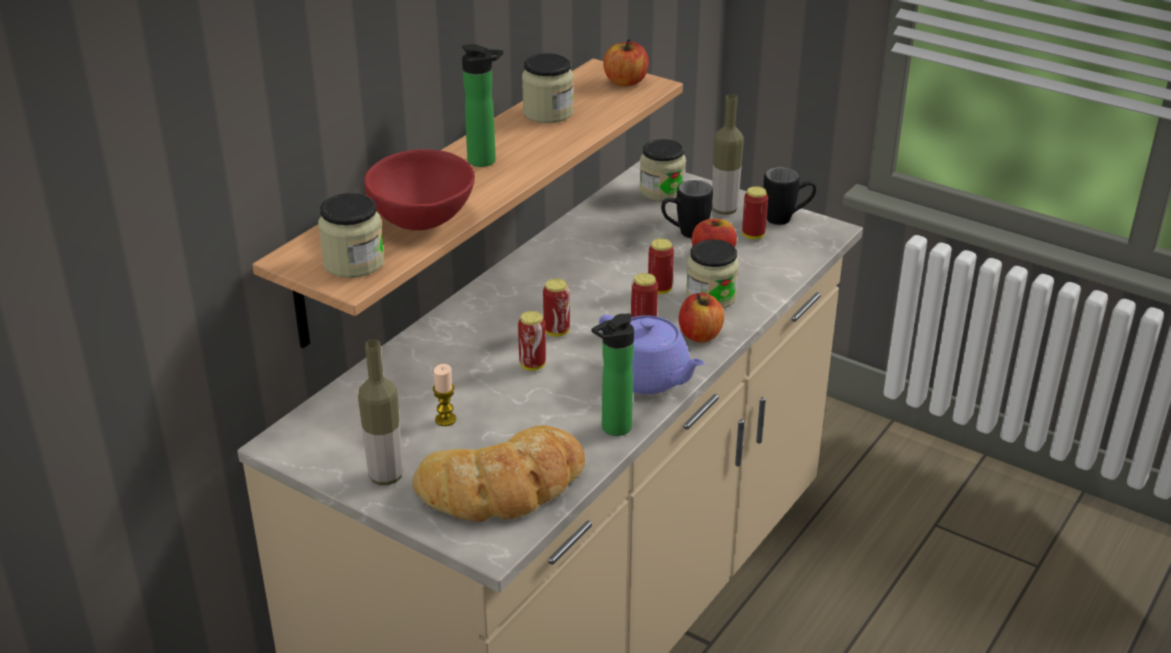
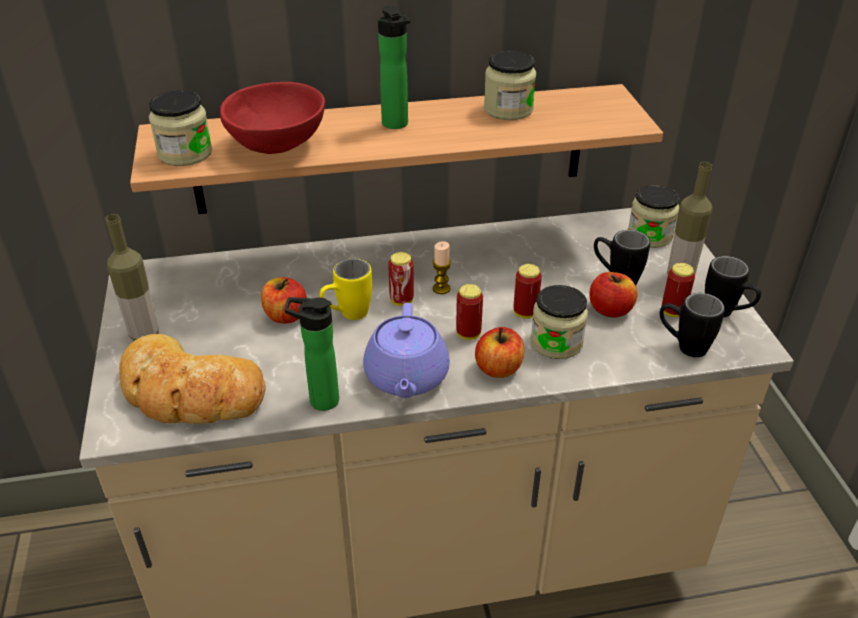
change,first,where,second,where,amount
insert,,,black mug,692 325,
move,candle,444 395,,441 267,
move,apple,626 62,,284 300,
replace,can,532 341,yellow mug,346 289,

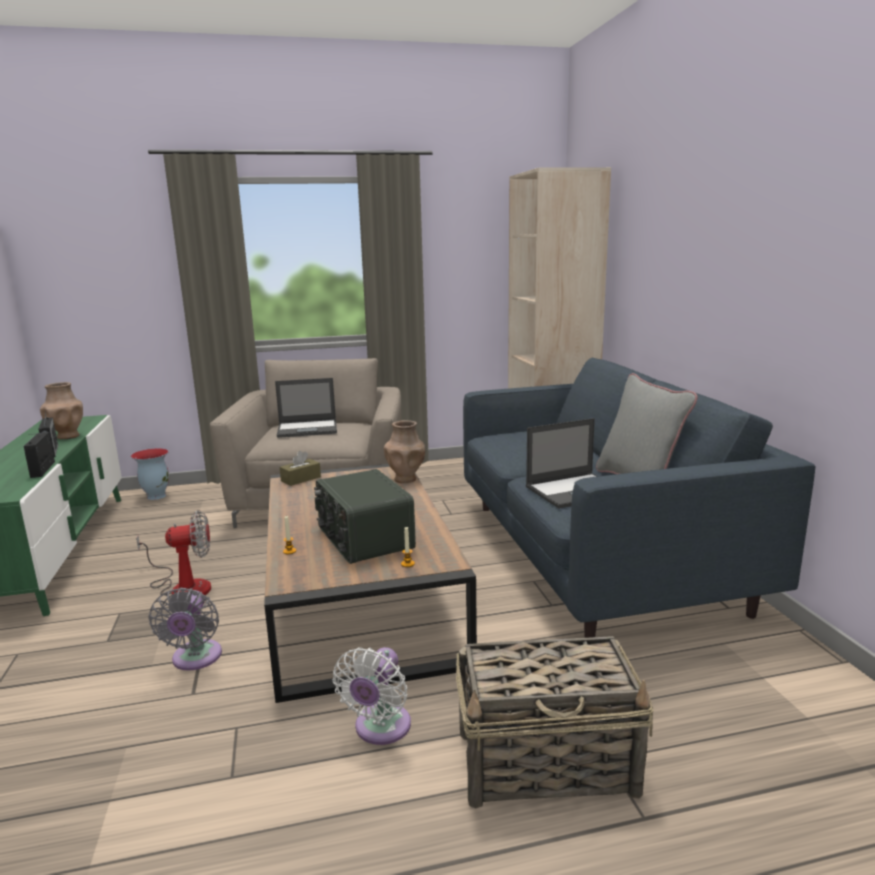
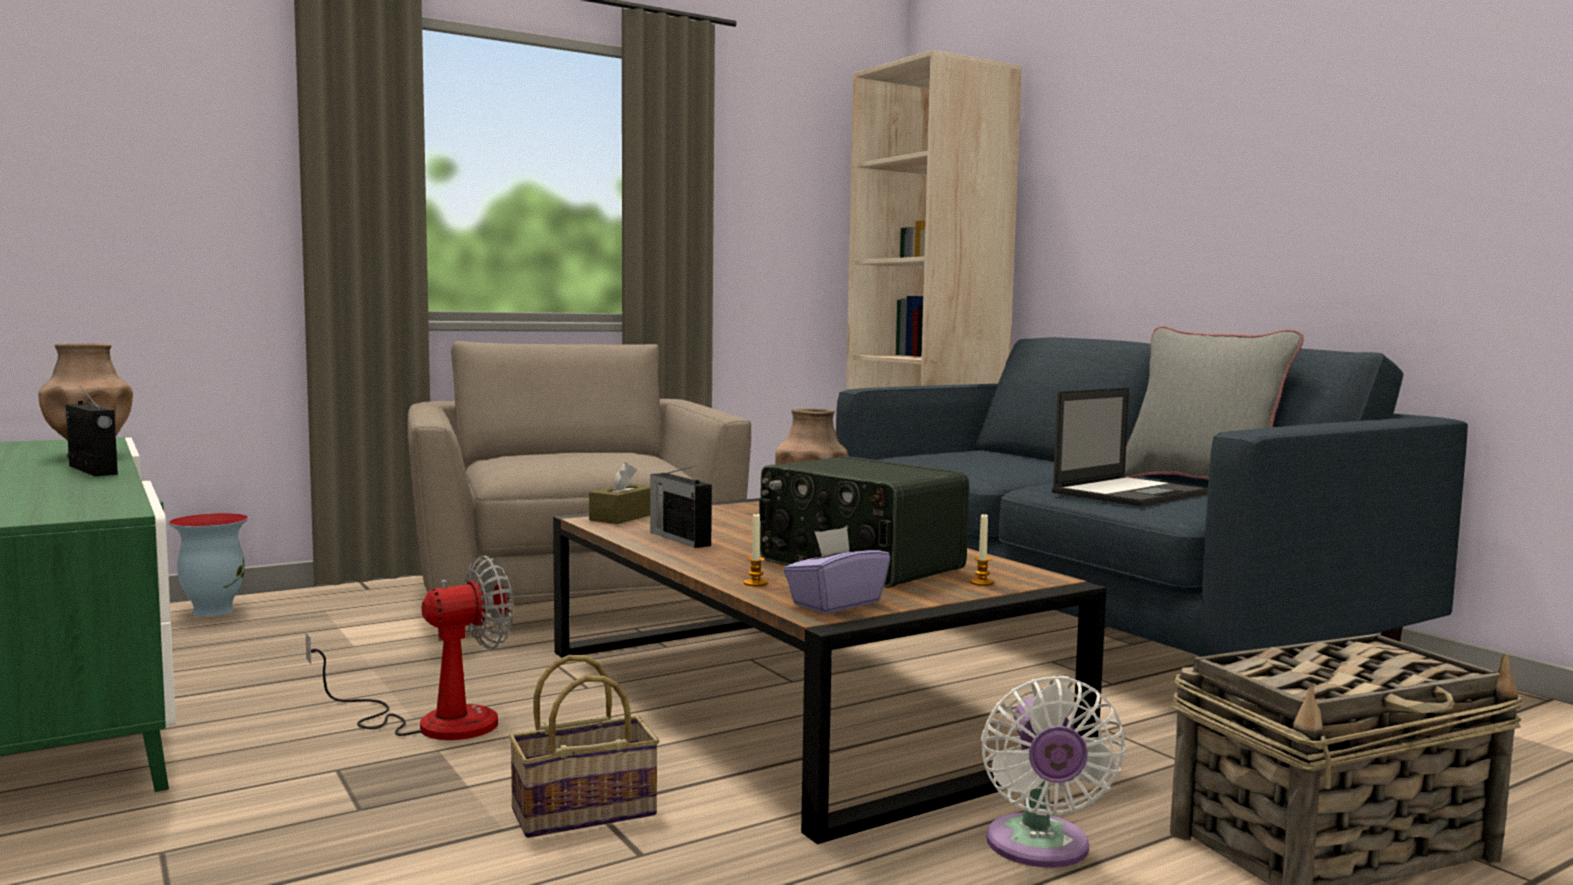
change,first,where,second,where,amount
delete,laptop,306 408,,,
insert,,,purple tissue box,836 570,
move,radio,39 455,,681 506,
replace,grey fan,185 629,basket,584 746,

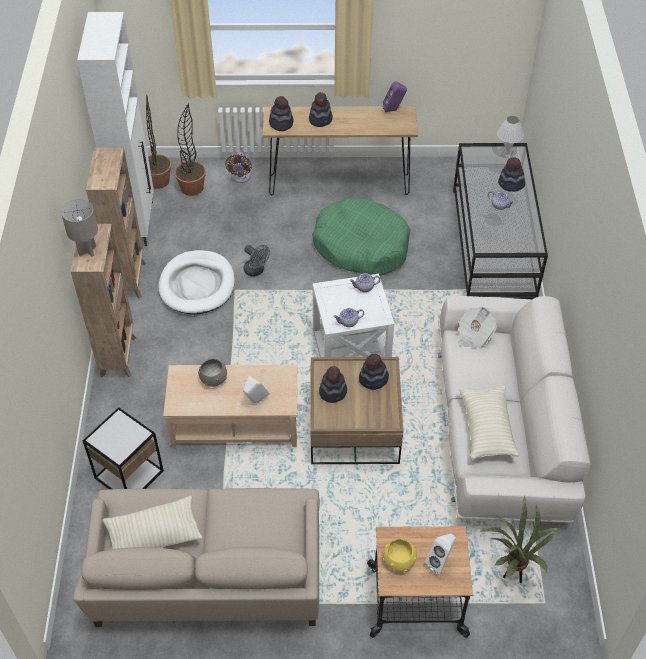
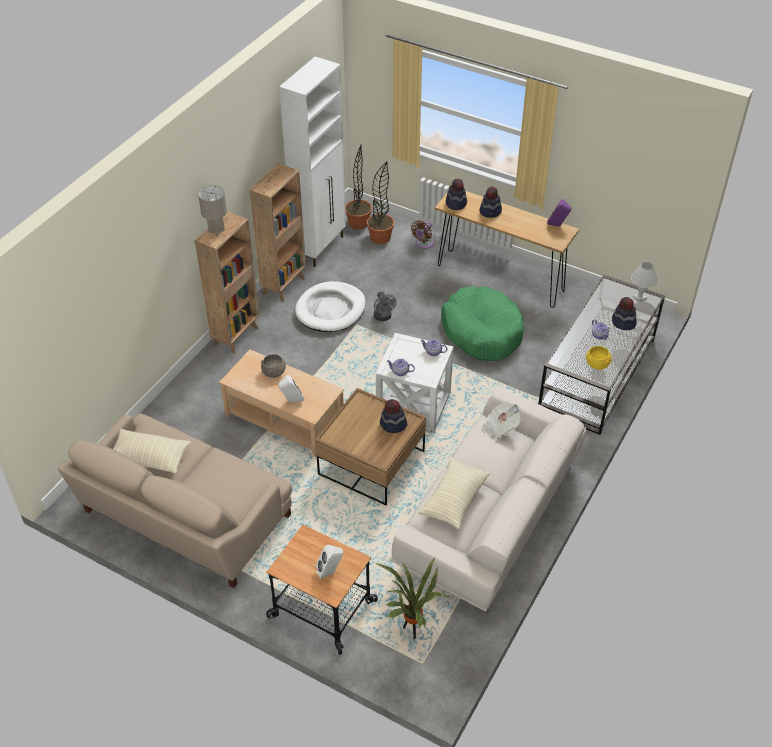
change,first,where,second,where,amount
delete,side table,123 448,,,
delete,hat,333 384,,,
move,yellow bowl,400 555,,599 358,

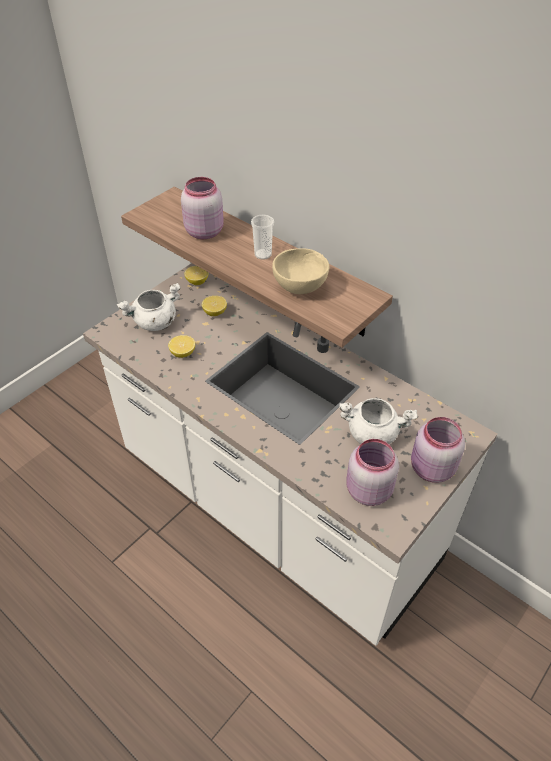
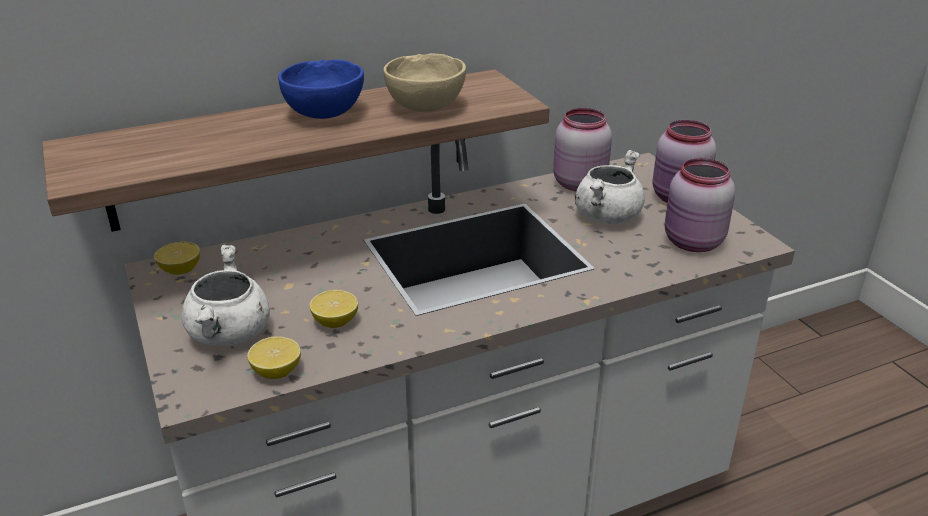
change,first,where,second,where,amount
move,pink jar,202 208,,582 149,
move,lemon,214 306,,274 357,
replace,cup,262 237,blue bowl,321 89,

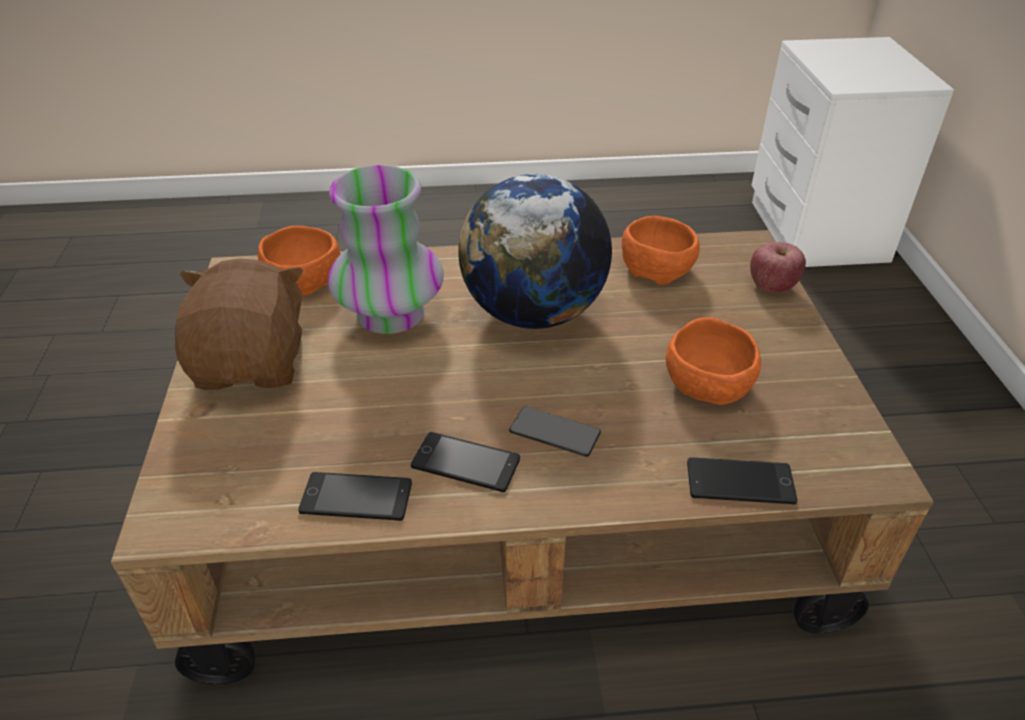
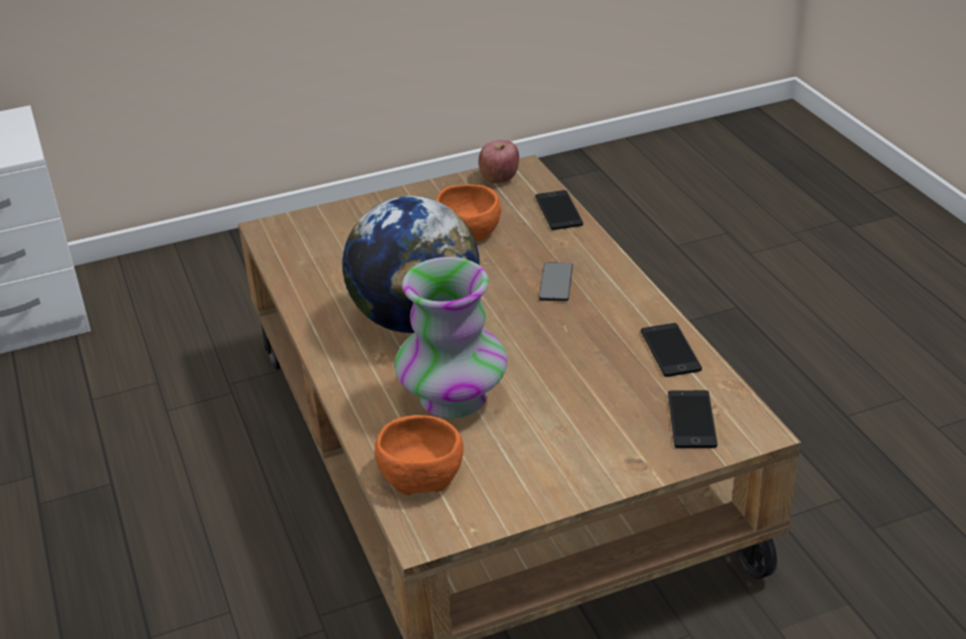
change,first,where,second,where,amount
delete,brown plush toy,239 324,,,
delete,orange bowl,661 250,,,
move,phone,465 462,,692 419,
move,apple,778 267,,499 162,

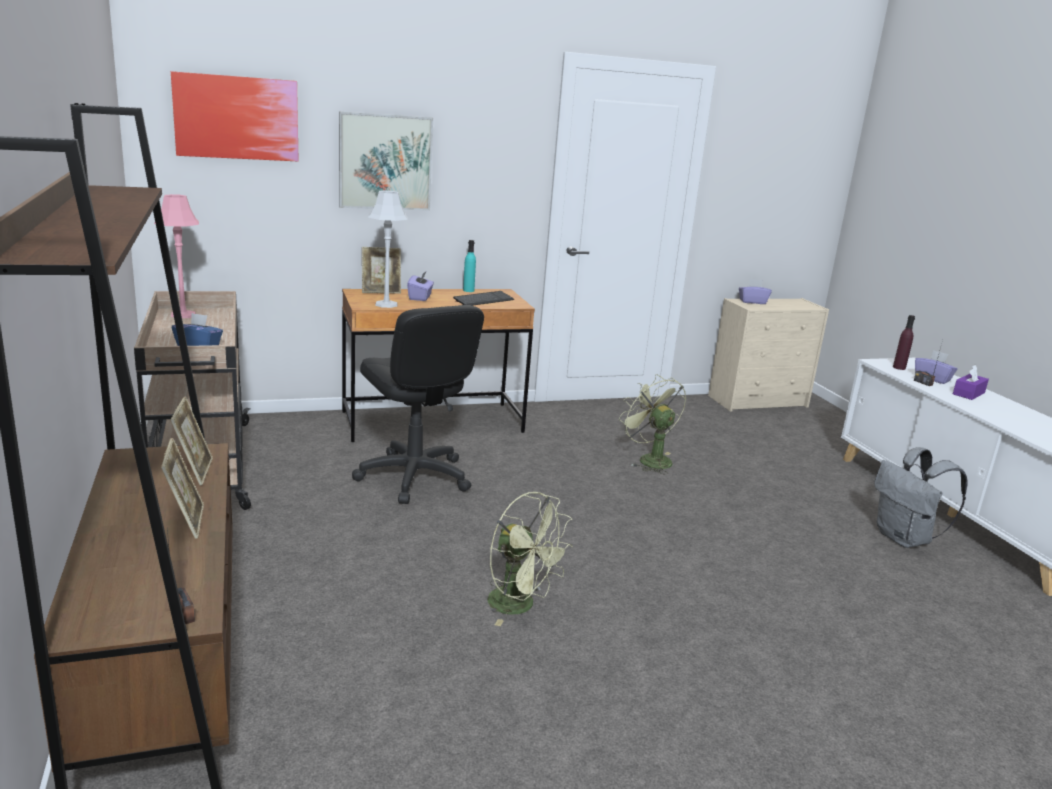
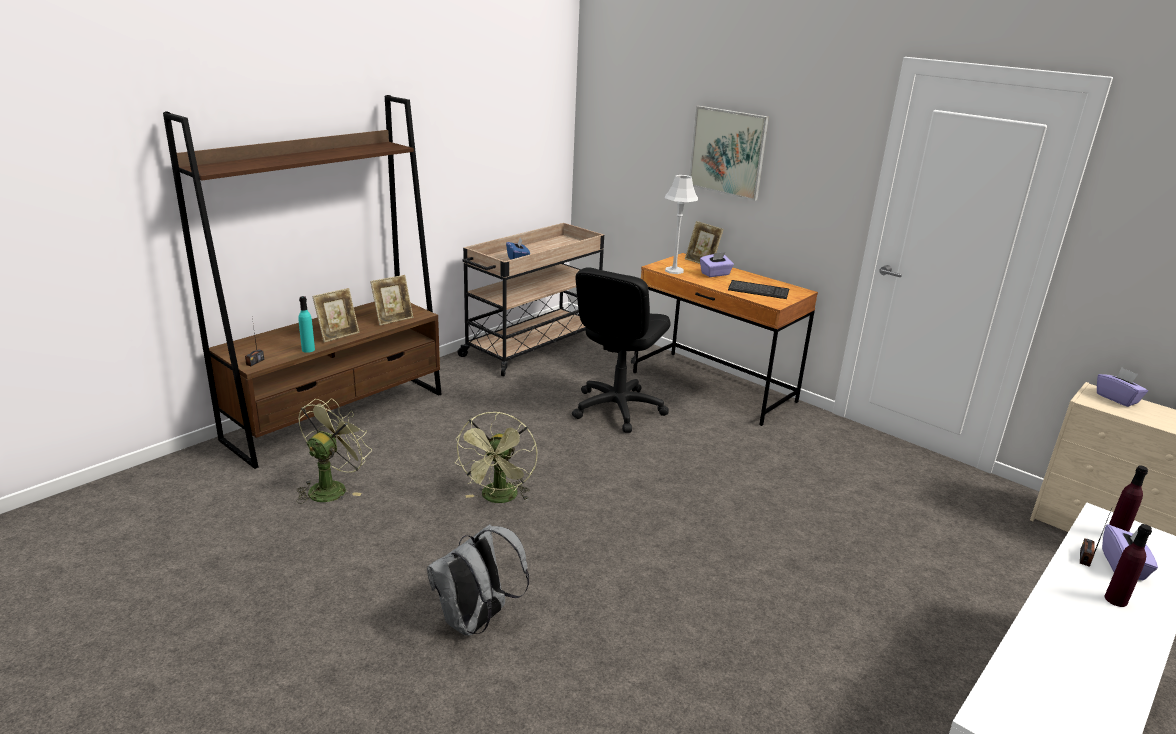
change,first,where,second,where,amount
delete,pink table lamp,176 256,,,
delete,picture,235 116,,,
move,turquoise bottle,469 266,,306 324,
move,green fan,652 424,,334 451,
move,grey backpack,921 497,,478 580,
replace,purple tissue box,971 382,purple bottle,1128 565,

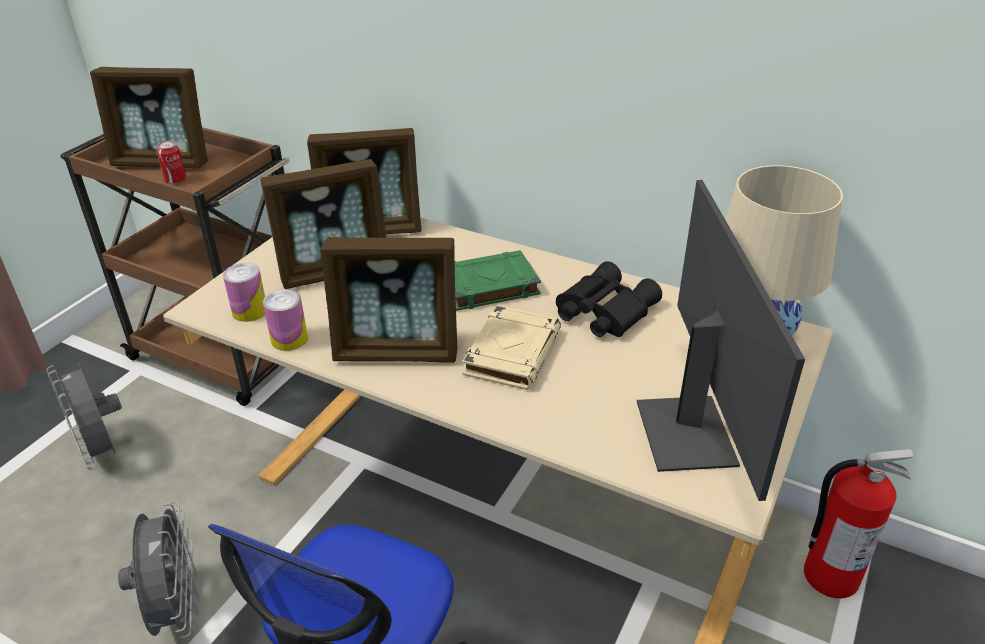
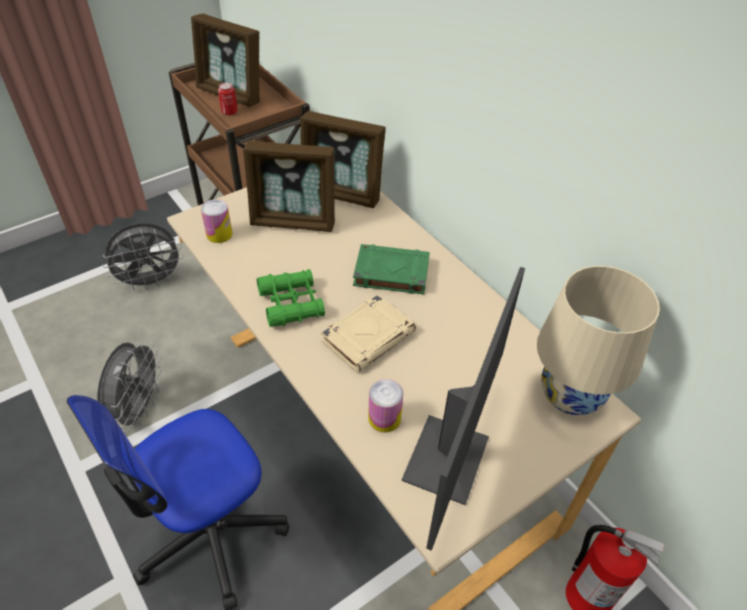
change,first,where,second,where,amount
delete,black binoculars,609 299,,,
move,can,285 320,,385 406,
replace,picture frame,388 300,green binoculars,291 298,
rotate,grey fan,84 417,,143 257,105 degrees counterclockwise

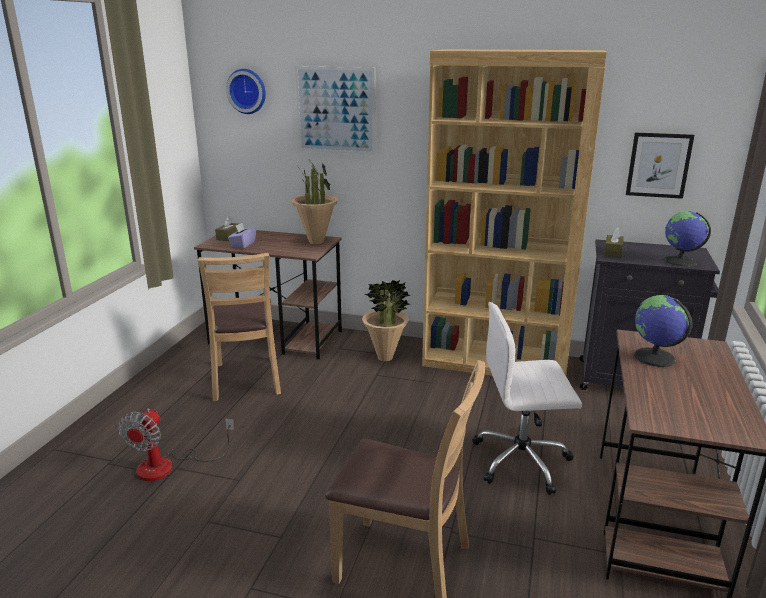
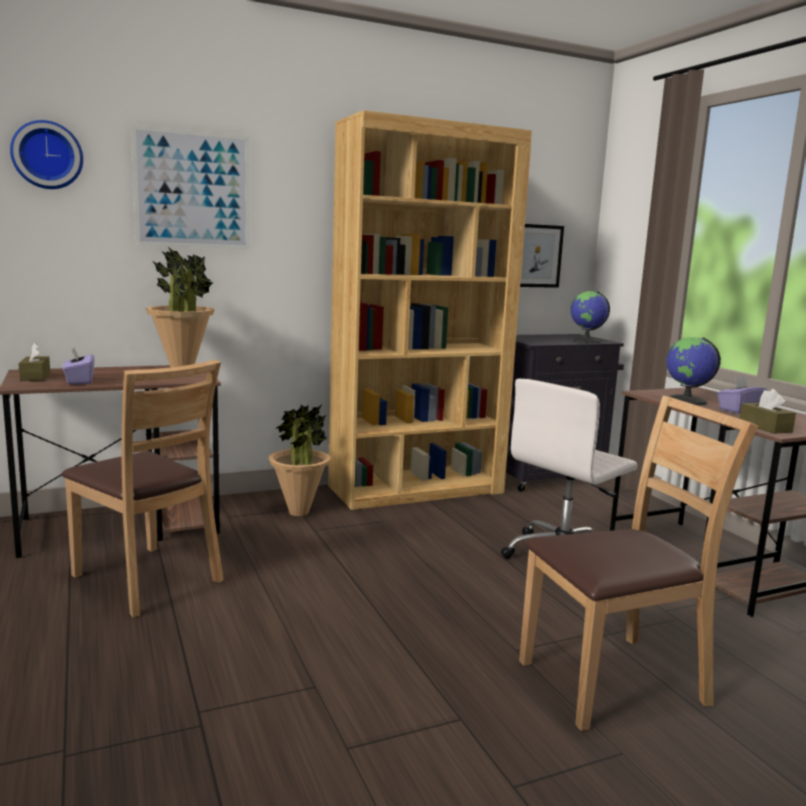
change,first,where,second,where,amount
delete,fan,176 445,,,
insert,,,purple tissue box,742 394,
move,brown tissue box,614 243,,767 411,

